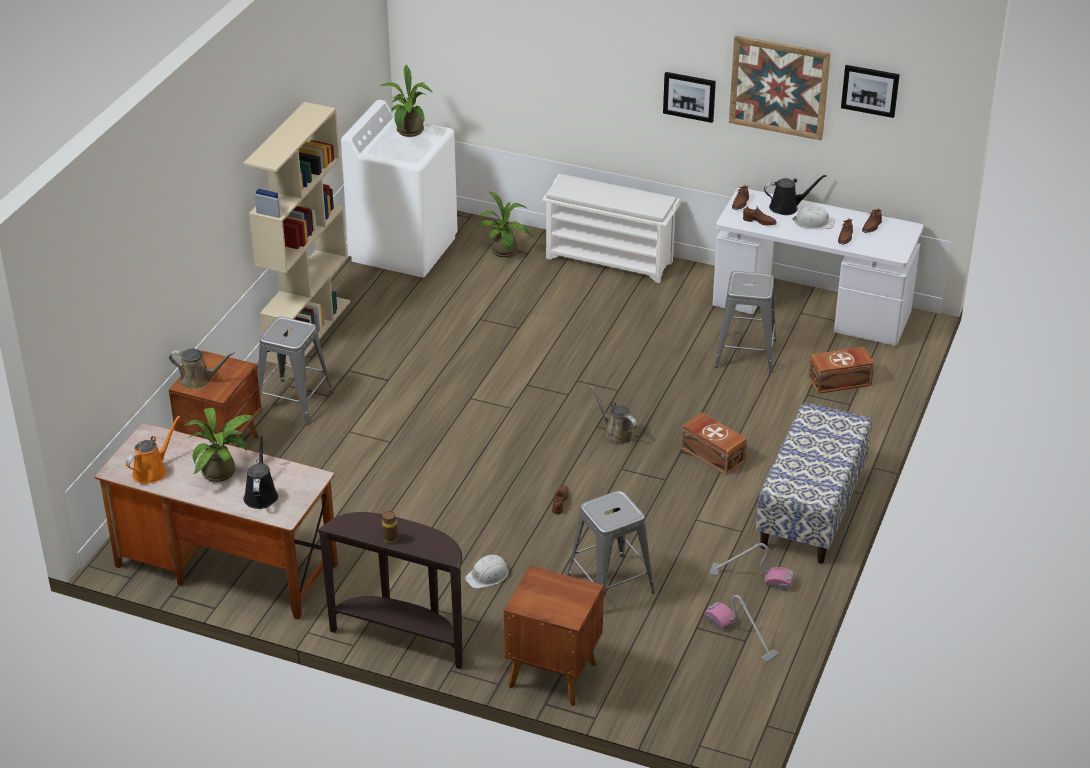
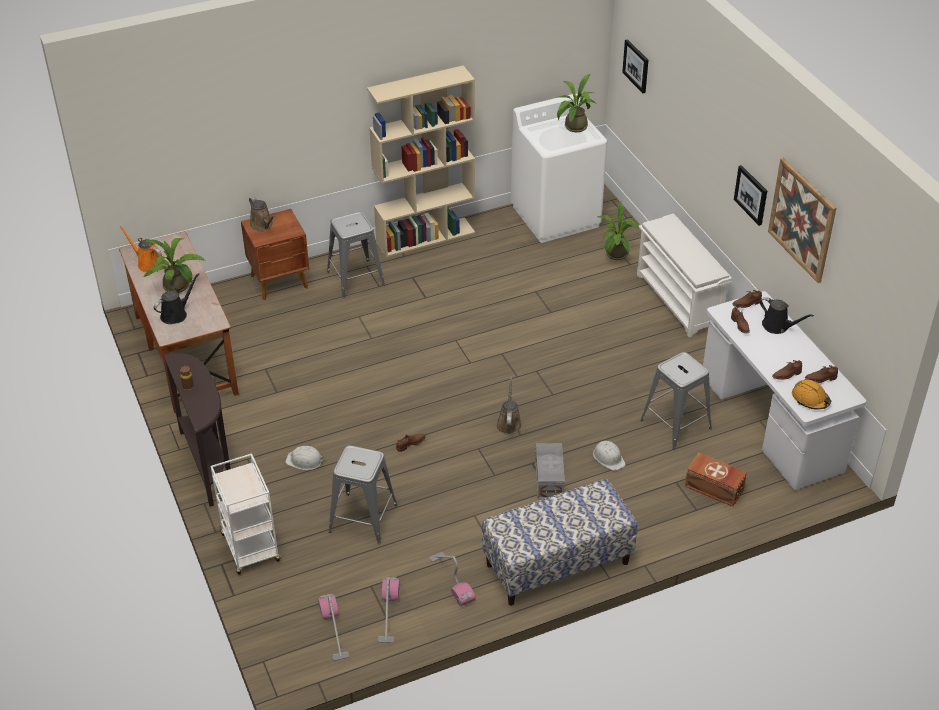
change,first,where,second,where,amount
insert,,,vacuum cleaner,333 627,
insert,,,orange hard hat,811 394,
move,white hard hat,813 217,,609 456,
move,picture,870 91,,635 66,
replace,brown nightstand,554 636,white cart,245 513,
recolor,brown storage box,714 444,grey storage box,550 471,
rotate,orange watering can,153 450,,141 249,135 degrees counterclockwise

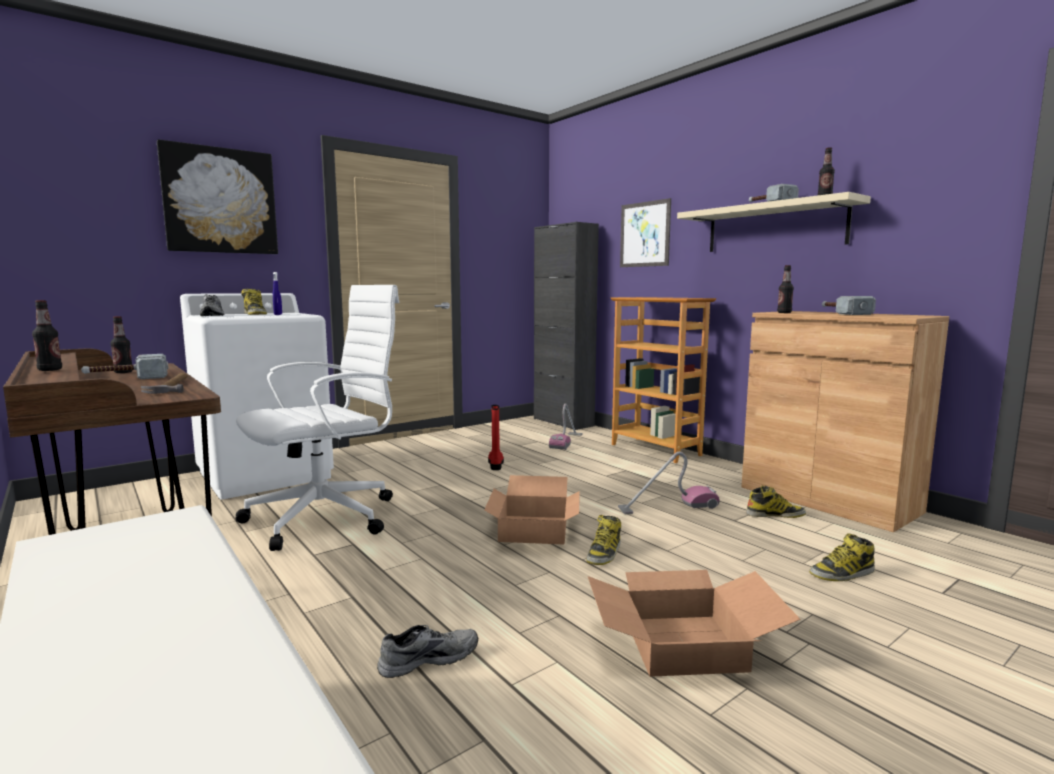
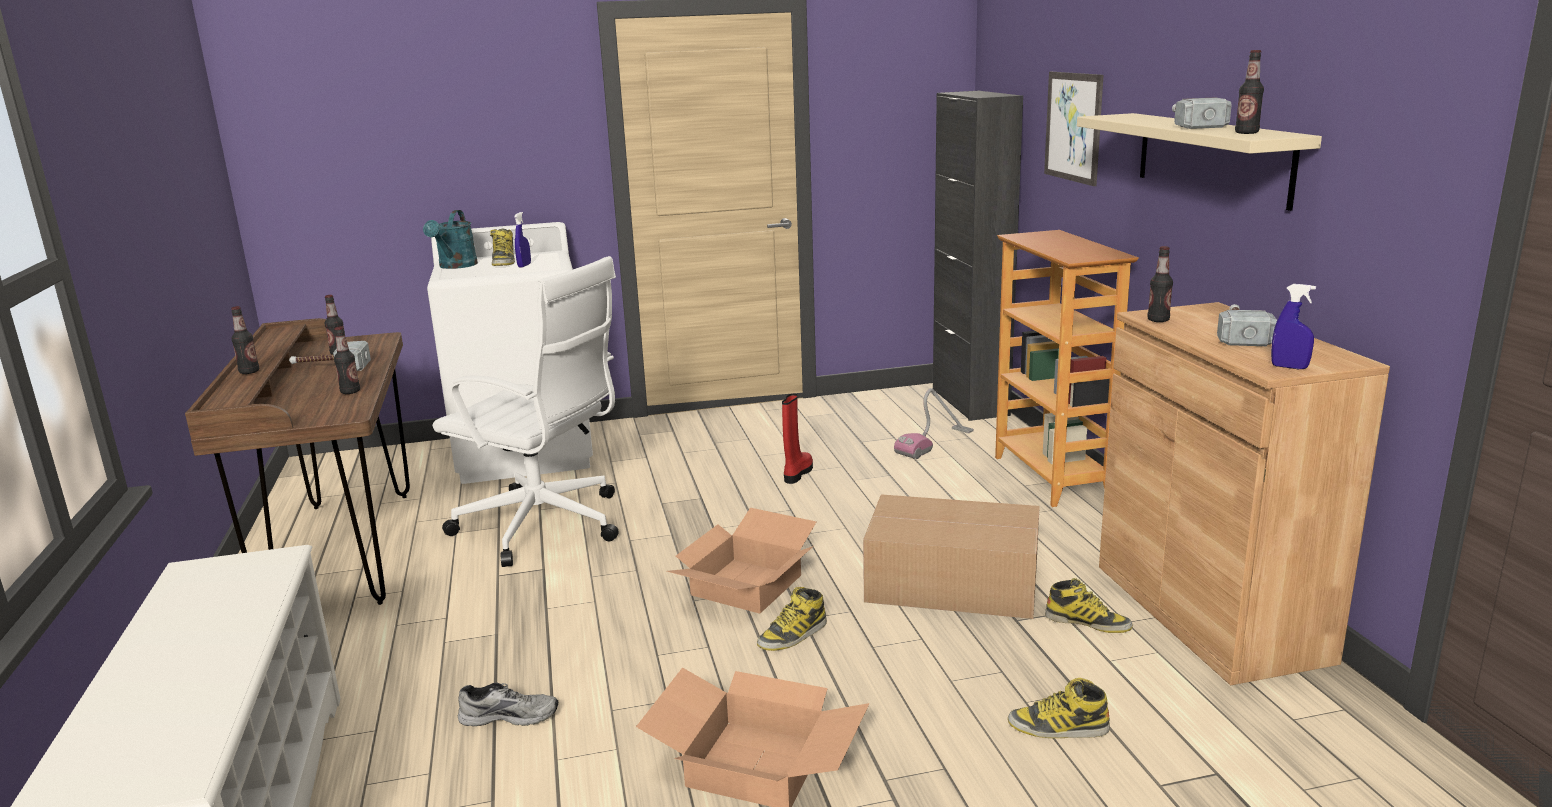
change,first,where,second,where,amount
delete,picture,217 196,,,
insert,,,blue spray bottle,1293 326,
replace,hammer,164 383,bottle,347 360,
replace,grey shoe,212 305,turquoise watering can,450 239,
replace,vacuum cleaner,669 483,cardboard box,951 556,
rotate,white office chair,317 418,,526 411,45 degrees clockwise

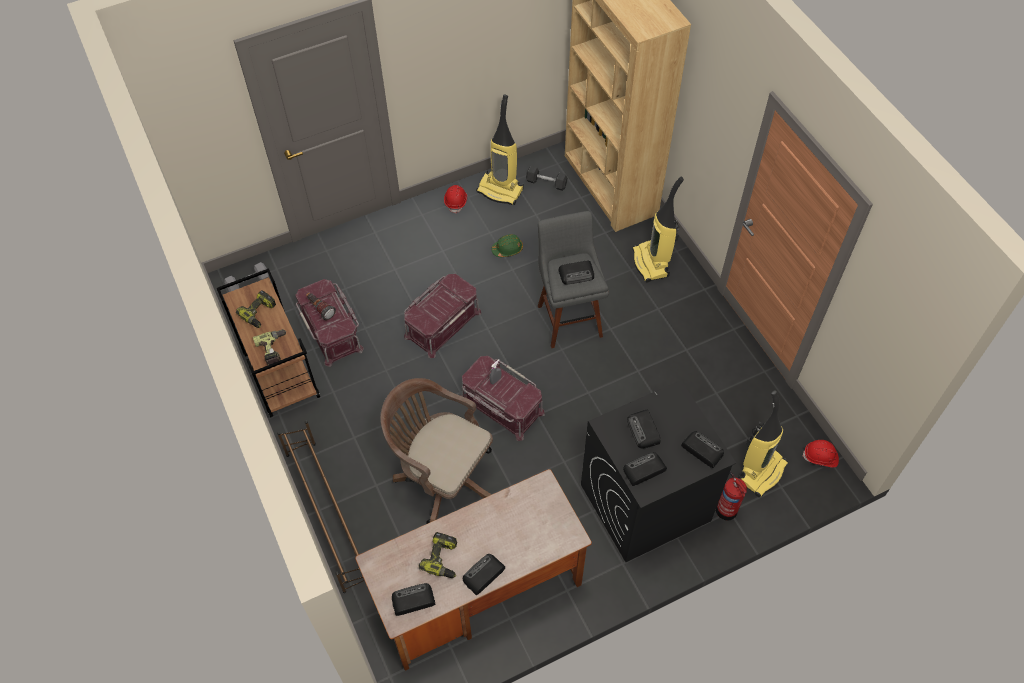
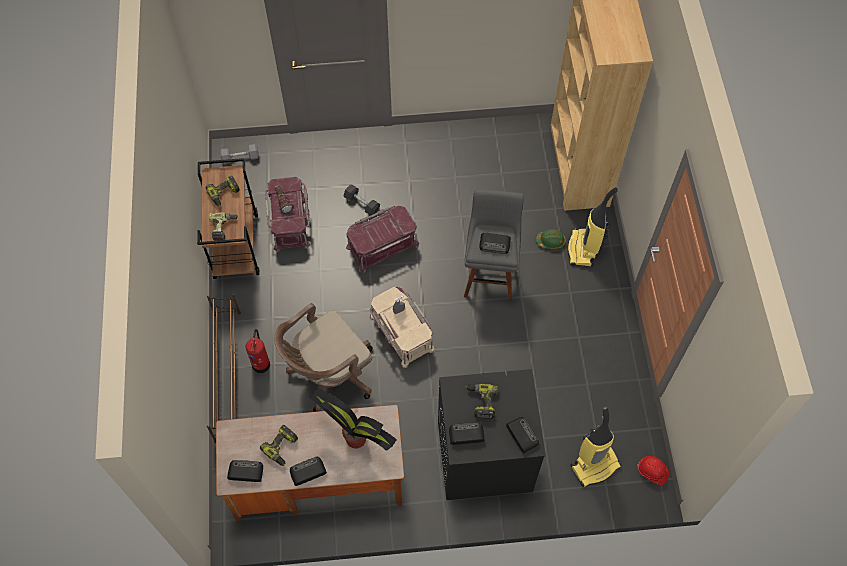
change,first,where,second,where,amount
delete,red hard hat,455 199,,,
delete,vacuum cleaner,500 149,,,
insert,,,potted plant,353 419,
move,green hard hat,507 245,,551 239,
move,grey dumbbell,547 178,,361 200,
move,fire extinguisher,731 495,,258 351,
replace,radio,643 429,power drill,482 401,
recolor,red storage box,503 398,beige storage box,402 327,
rotate,brown office chair,436 451,,323 357,90 degrees counterclockwise

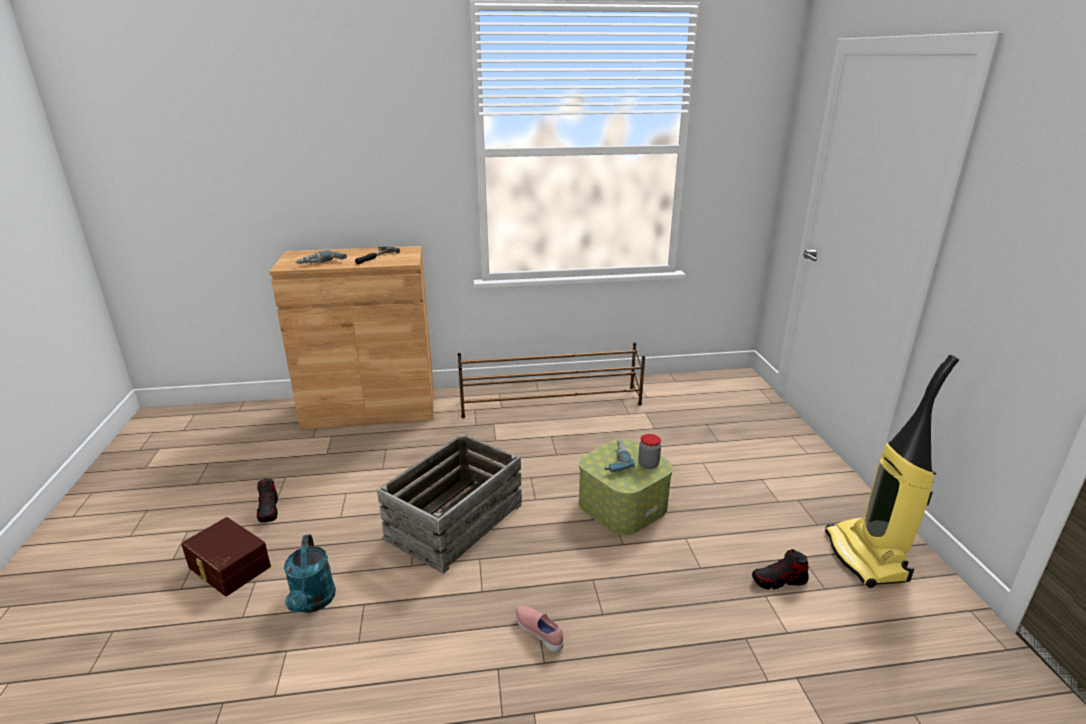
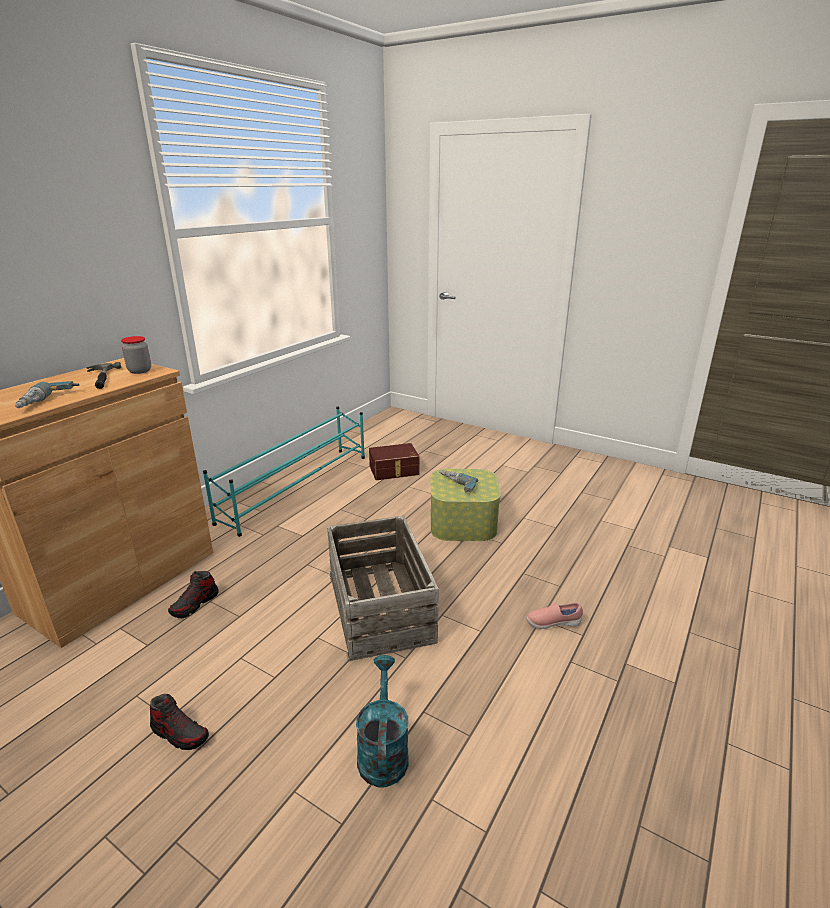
change,first,where,second,where,amount
delete,vacuum cleaner,892 471,,,
move,brown storage box,226 556,,394 461,
move,jar,649 451,,136 355,
move,shoe,780 569,,193 594,
recolor,brown shoe rack,551 380,turquoise shoe rack,284 472,
rotate,turquoise watering can,310 573,,382 721,120 degrees counterclockwise

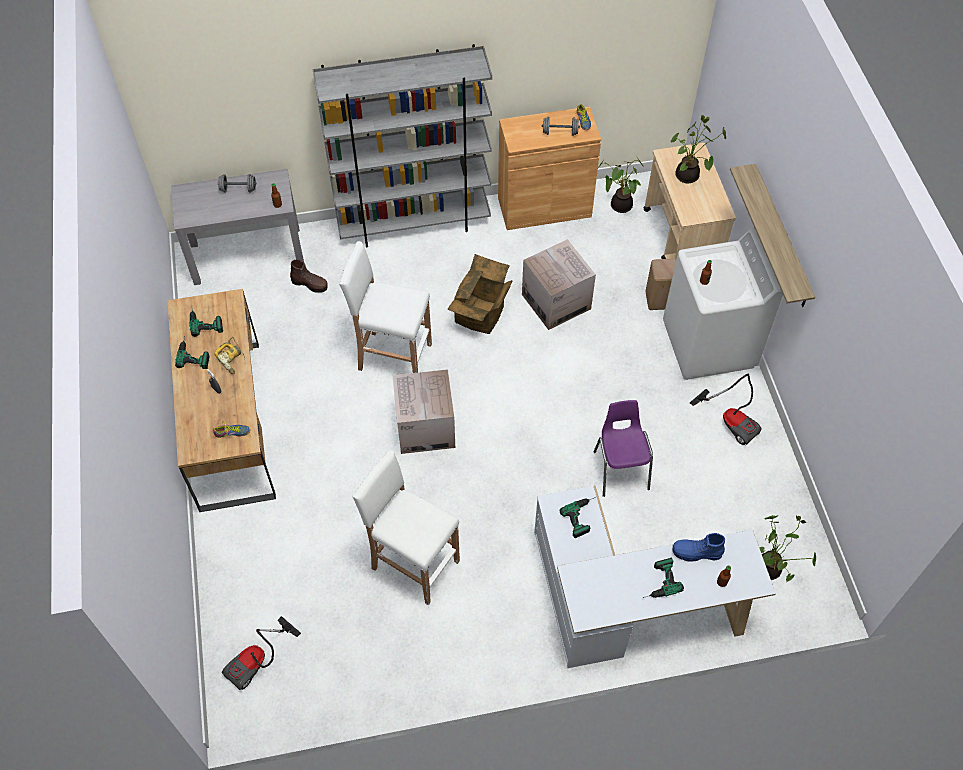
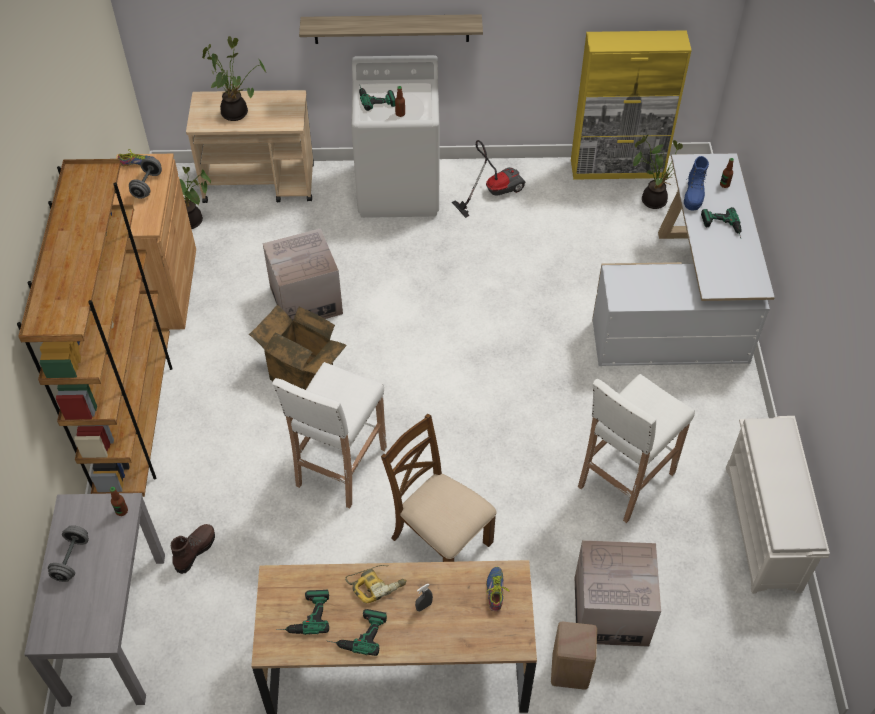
change,first,where,second,where,amount
delete,vacuum cleaner,261 653,,,
delete,purple chair,623 448,,,
insert,,,brown chair,439 488,
insert,,,yellow cabinet,631 105,
insert,,,white shoe rack,778 505,
move,cardboard box,423 411,,618 593,
move,power drill,578 517,,377 97,
move,beige stool,660 284,,574 655,
recolor,grey bookcase,402 145,brown bookcase,95 328,

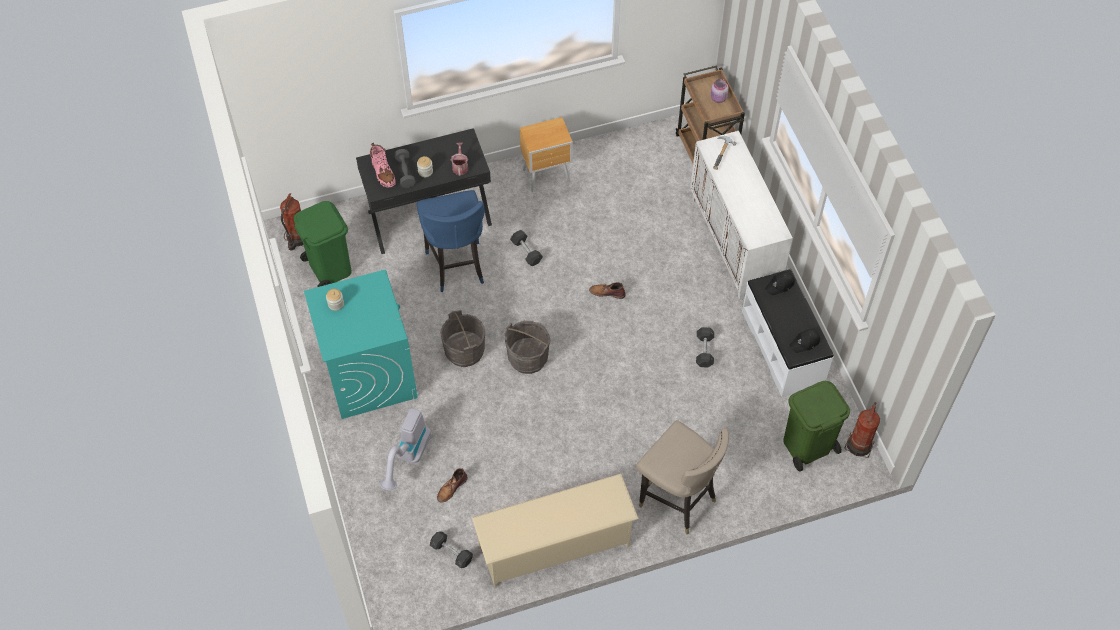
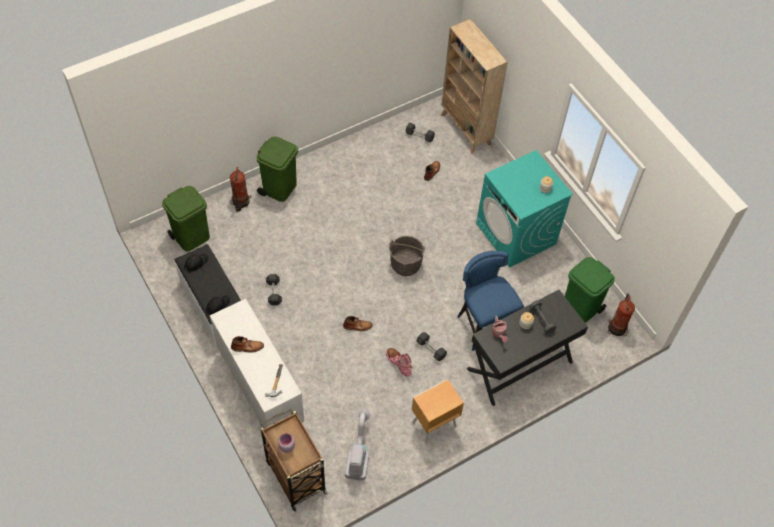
change,first,where,second,where,amount
delete,grey bucket,462 338,,,
delete,beige shoe rack,555 531,,,
insert,,,brown boot,247 344,
insert,,,beige bookcase,474 86,
move,pink boot,383 165,,399 362,
move,vacuum cleaner,405 449,,358 444,
move,fire extinguisher,862 430,,240 189,
replace,beige stool,682 477,green trash can,277 169,

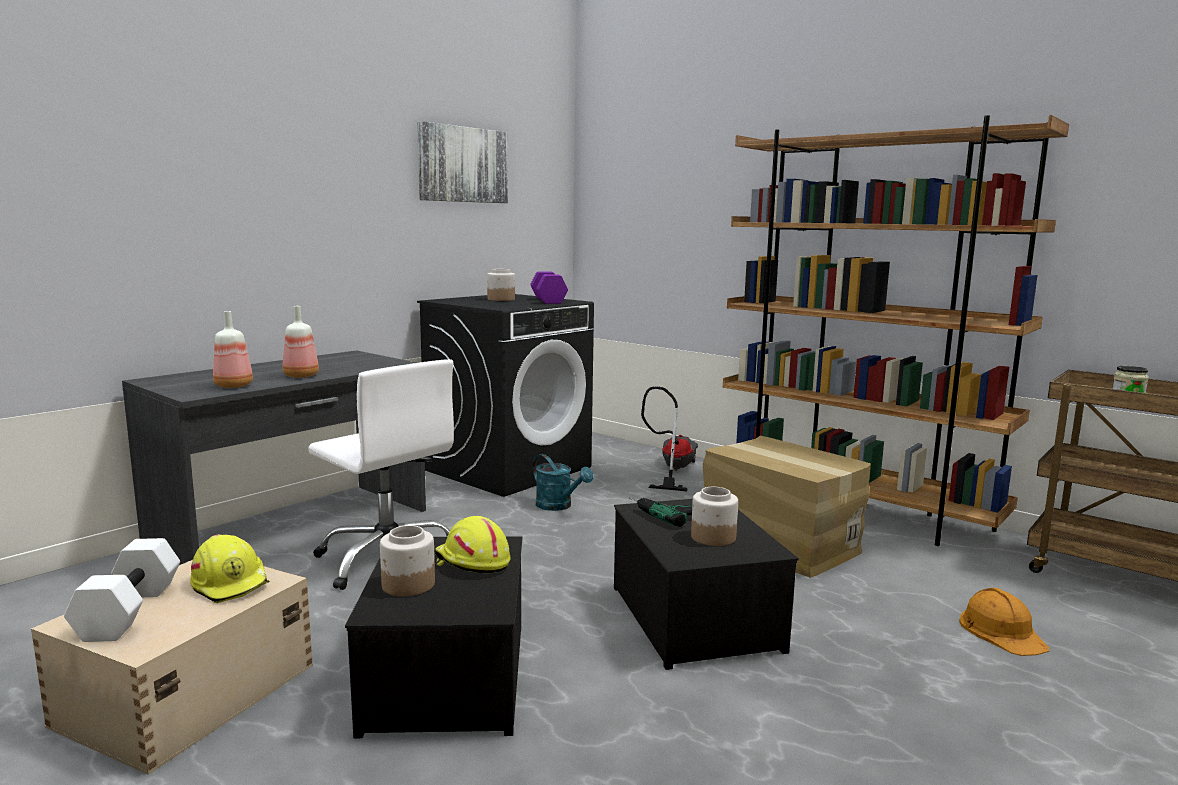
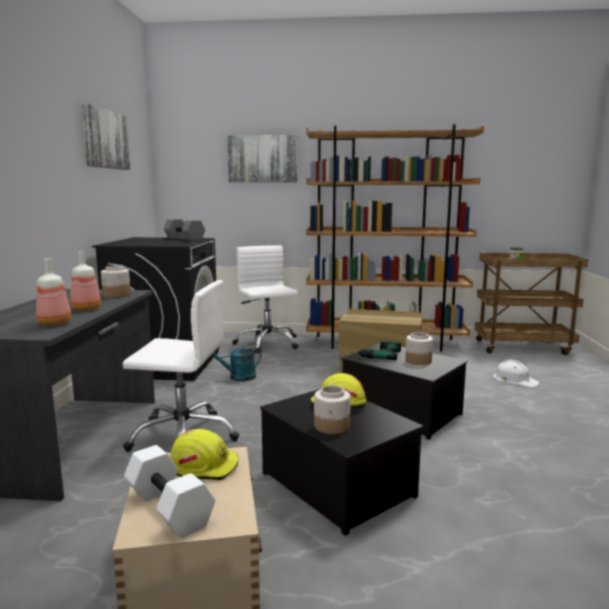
change,first,where,second,where,amount
insert,,,picture,262 158,
move,jar,501 285,,116 282,
replace,vacuum cleaner,669 438,white office chair,265 299,
recolor,purple dumbbell,549 287,grey dumbbell,184 230,
recolor,orange hard hat,1004 622,white hard hat,516 373,
rotate,turquoise watering can,563 482,,236 362,150 degrees clockwise

